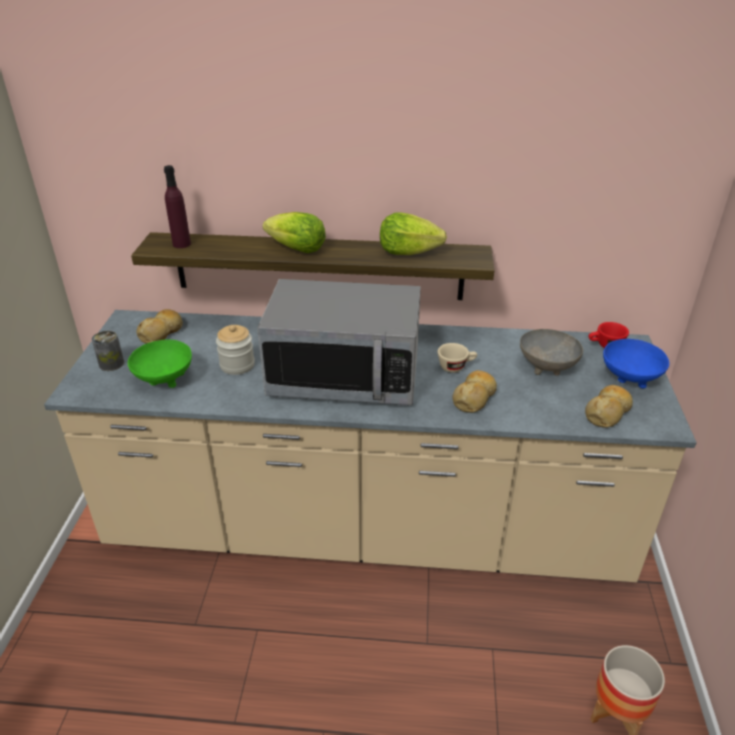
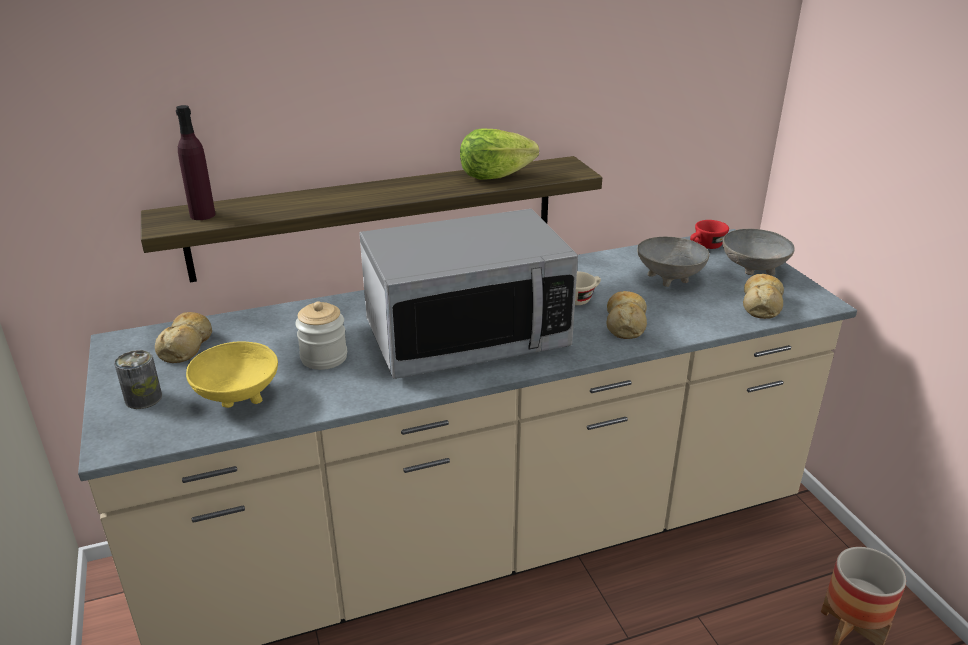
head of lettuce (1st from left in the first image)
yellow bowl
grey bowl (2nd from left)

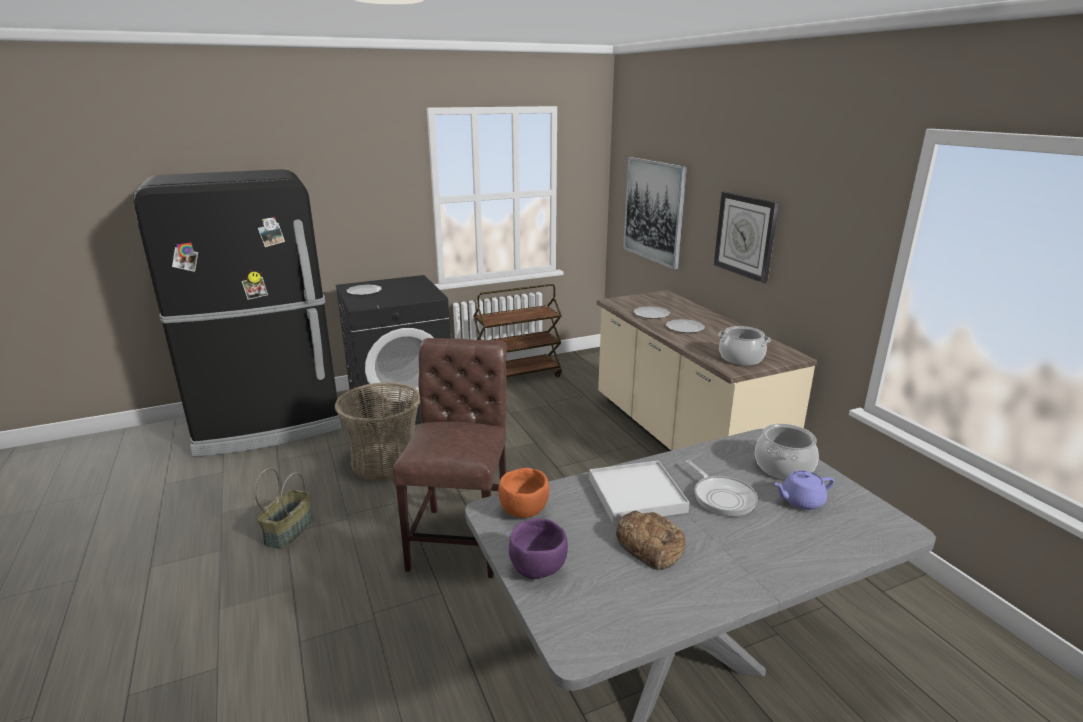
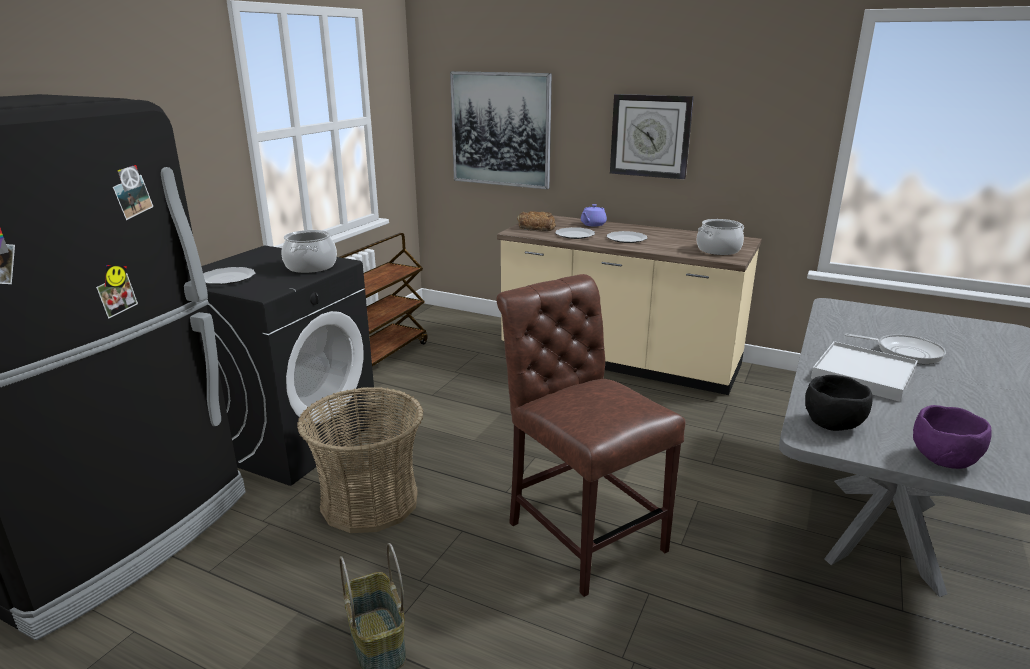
bakery bread
stockpot (1st from left)
purple-coloured teapot
black bowl

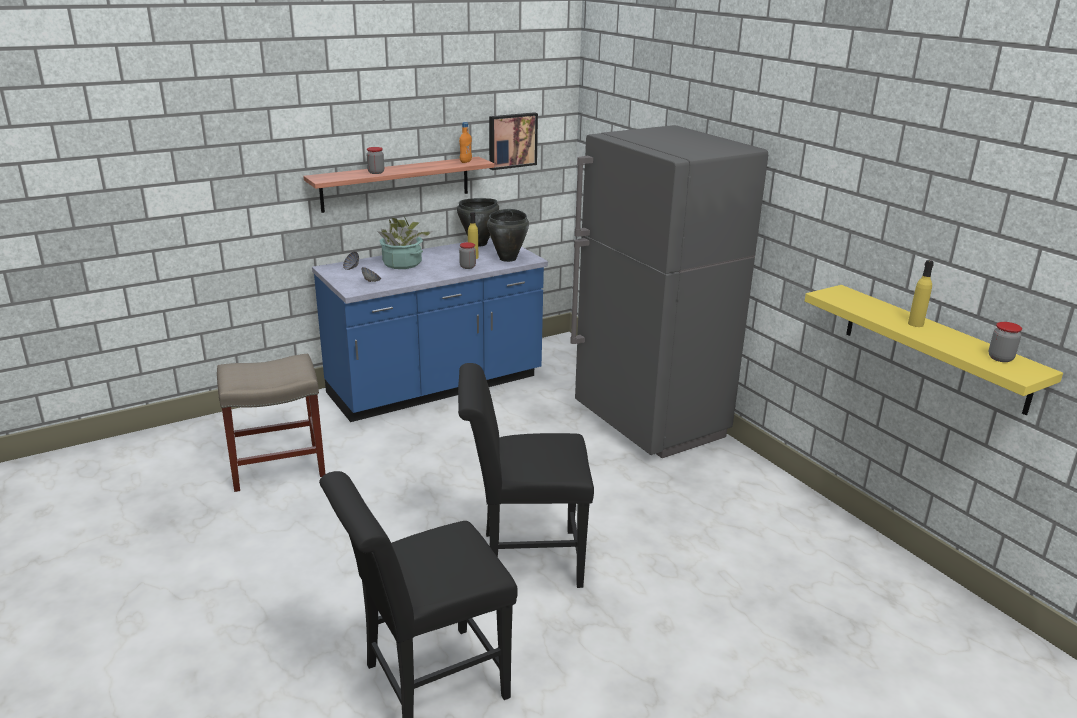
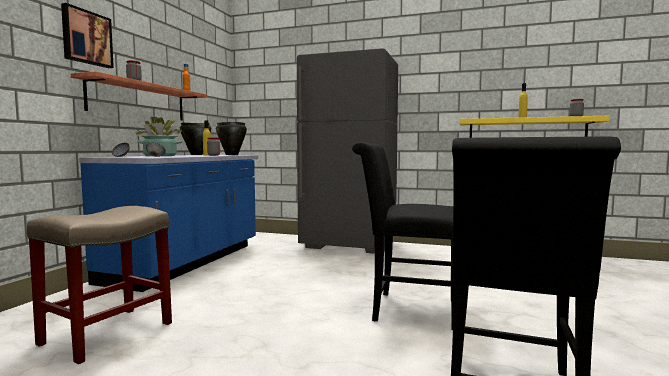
wall art
black plain chair (1st from left)

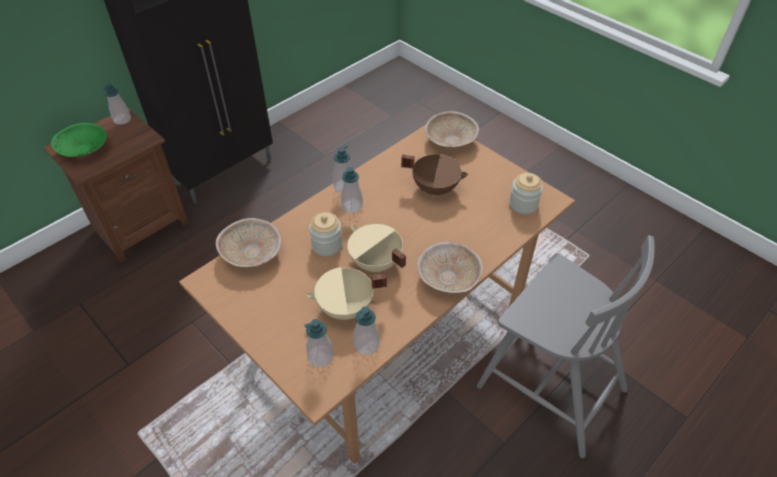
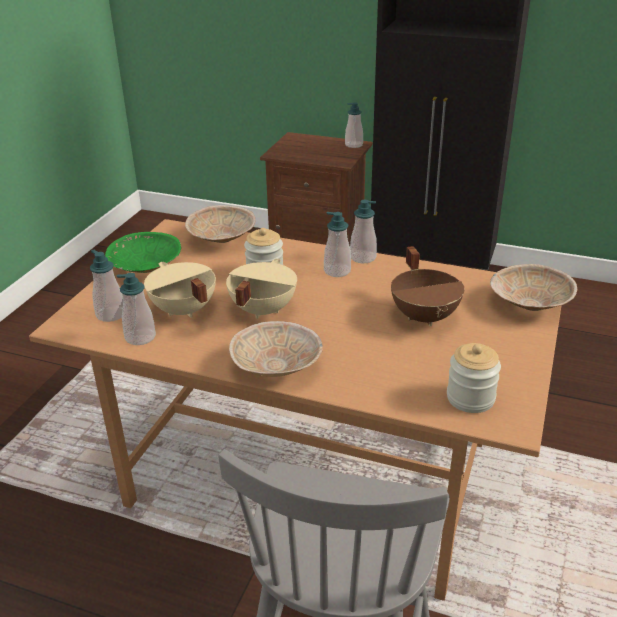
greenish bowl

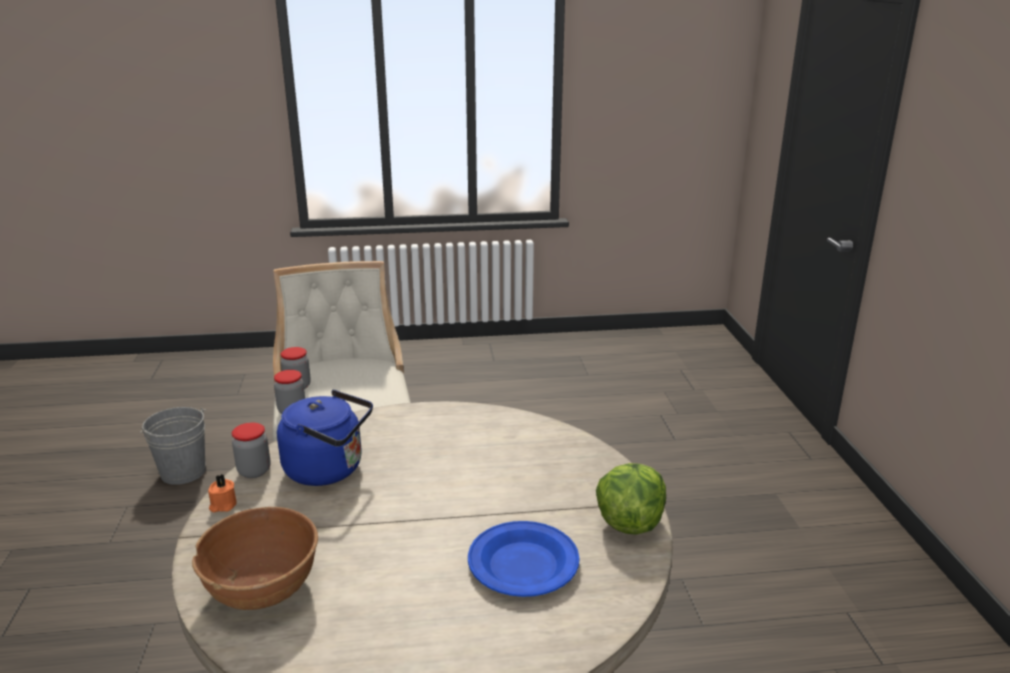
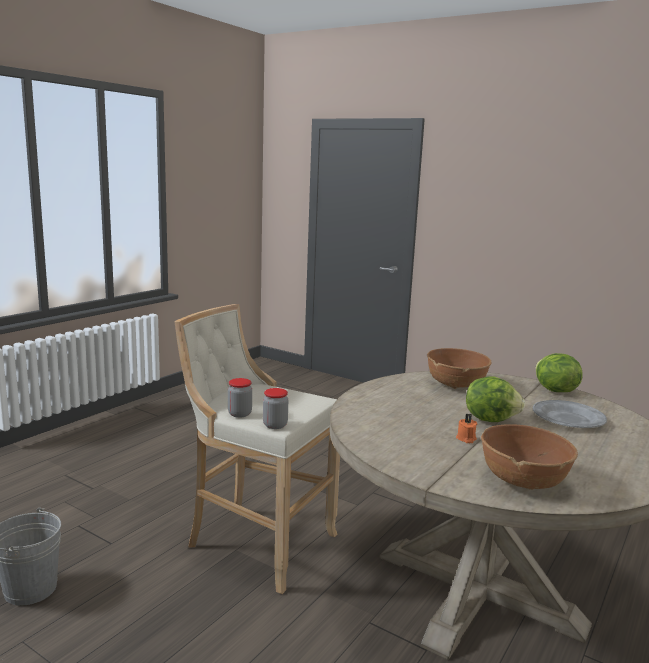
jar (1st from left in the first image)
blue water kettle
brown bowl (1st from left)
head of lettuce (1st from left)
orange candle
grey dinner plate

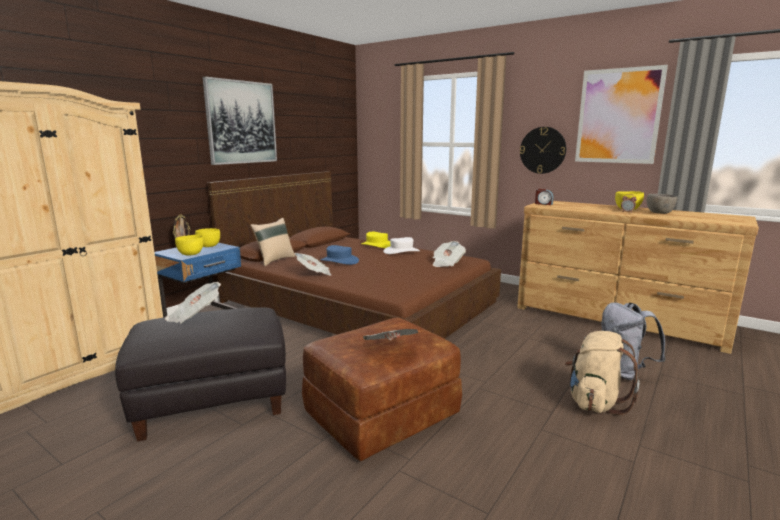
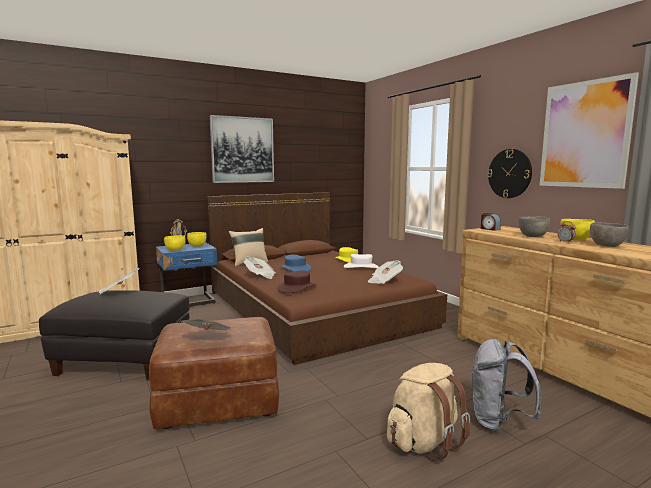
brown clothing hat
grey bowl (1st from left)

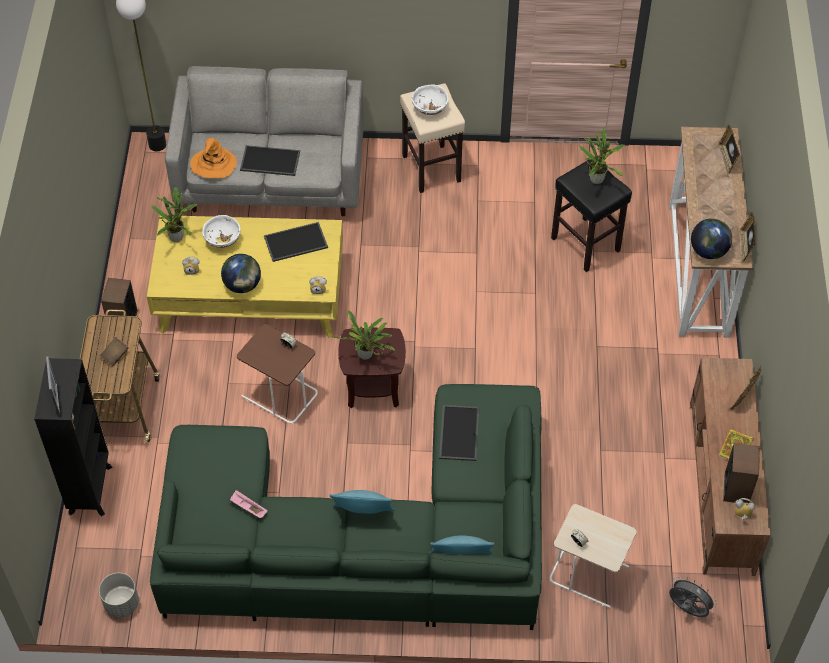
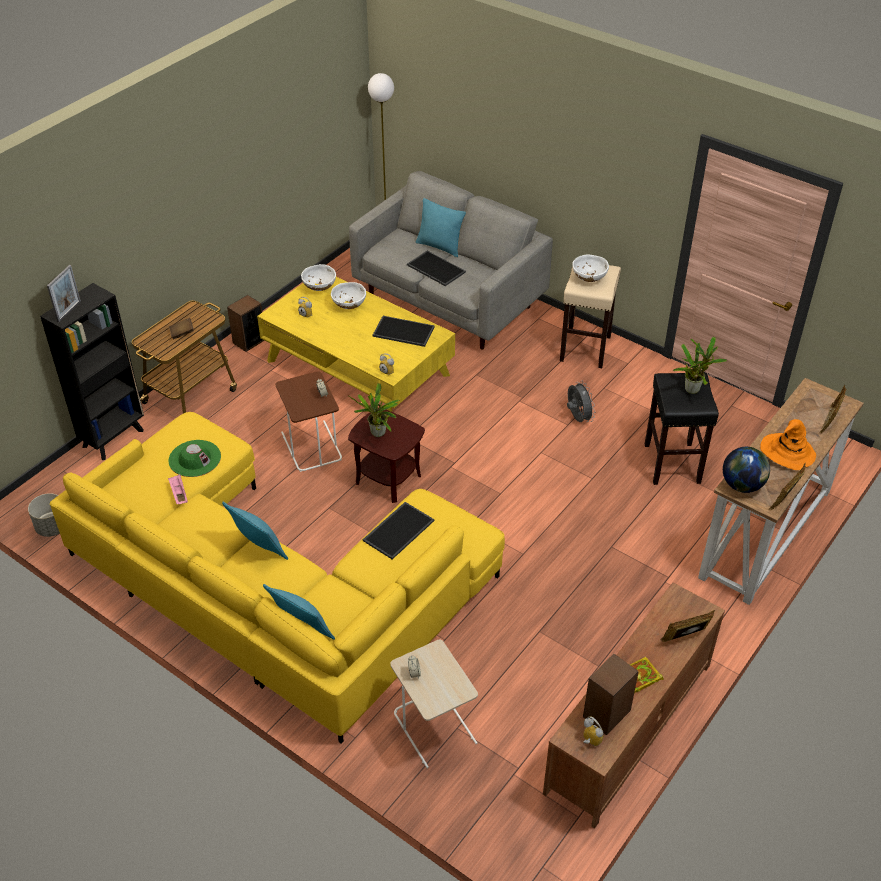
desk globe (1st from left in the first image)
greenish clothing hat
blue-green throw pillow (3rd from left)
orange clothing hat
grey cooling fan
white bowl (1st from left)
yellow couch

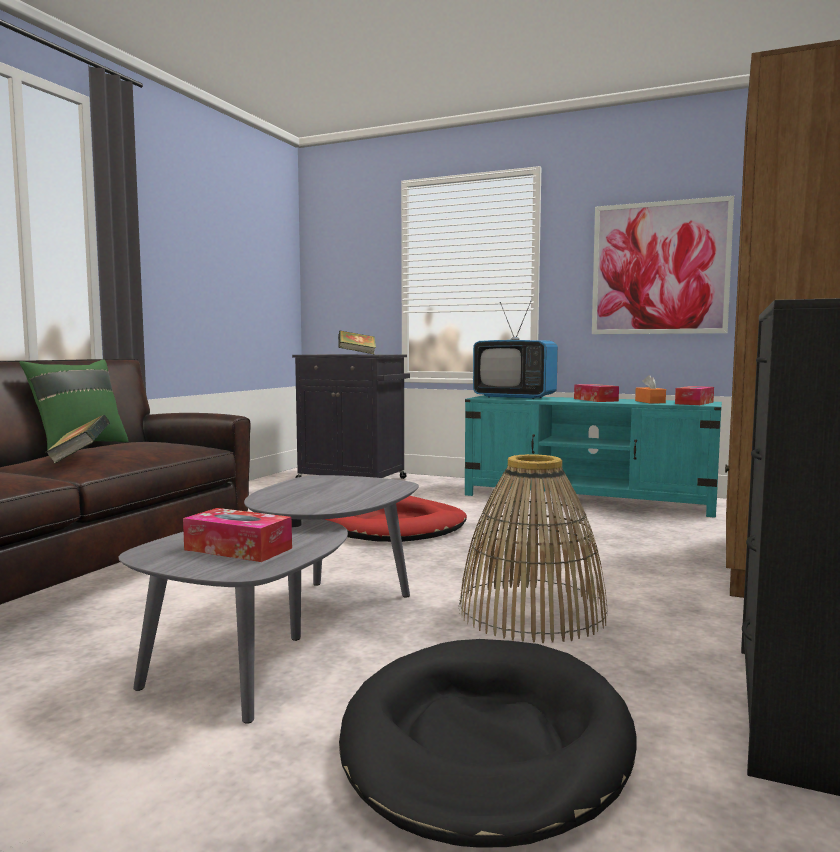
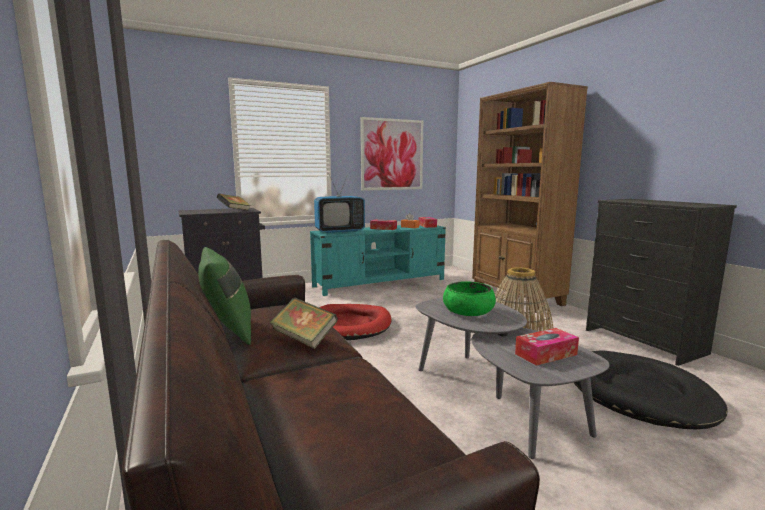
greenish bowl

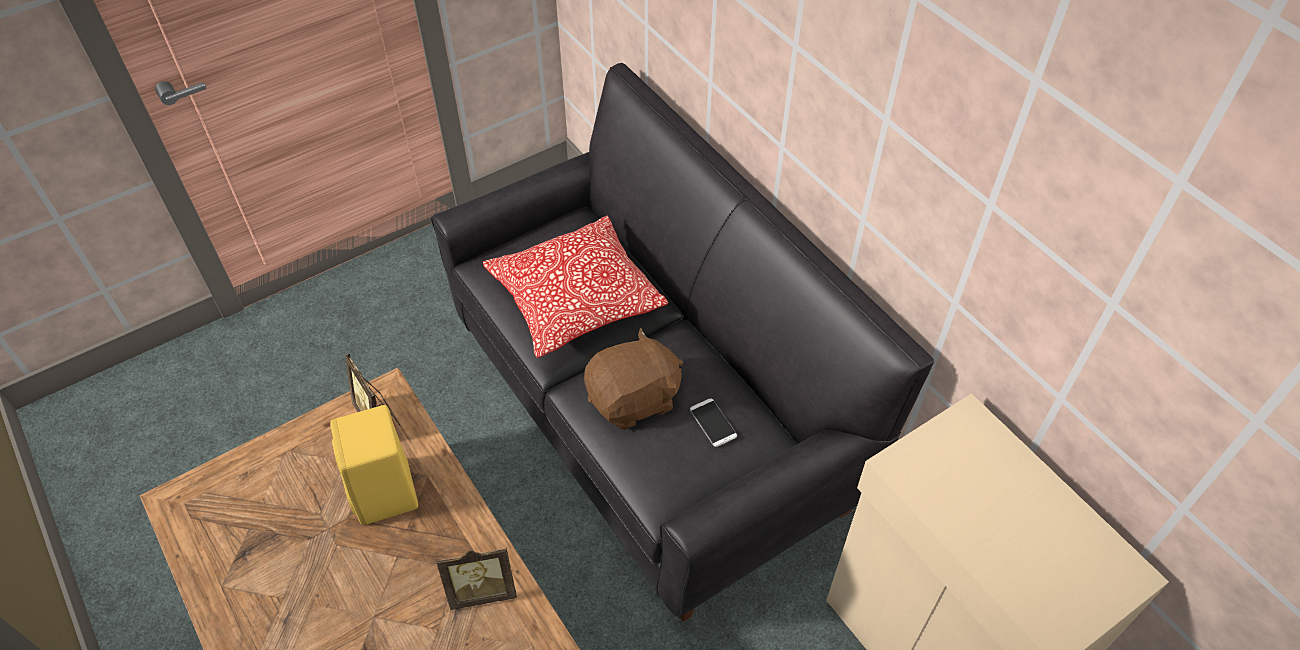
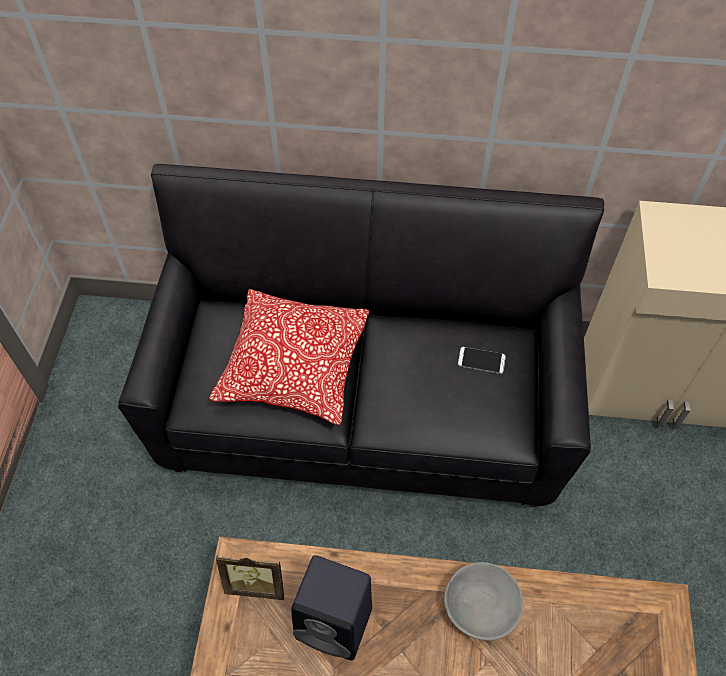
brown soft toy
grey bowl
black audio speaker

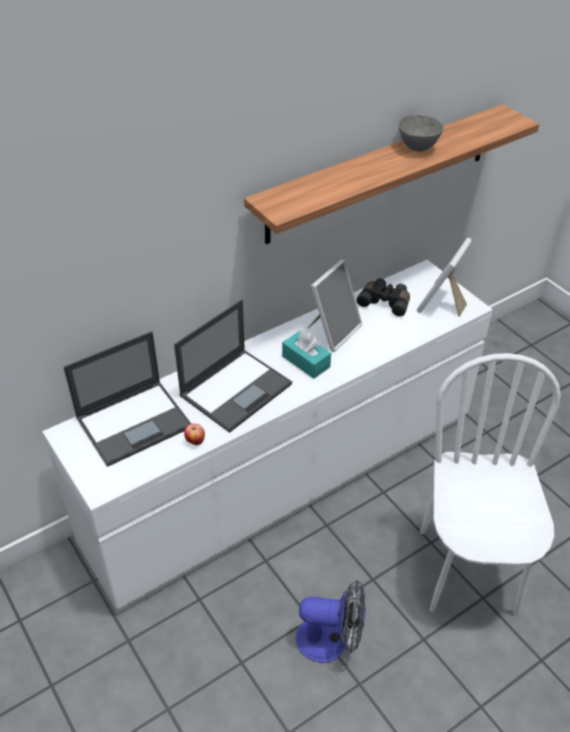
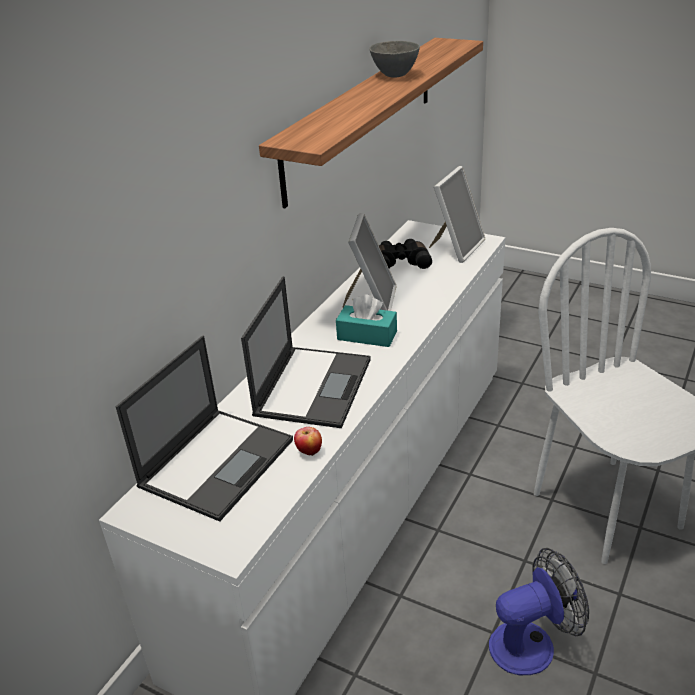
standing frame (2nd from left)

